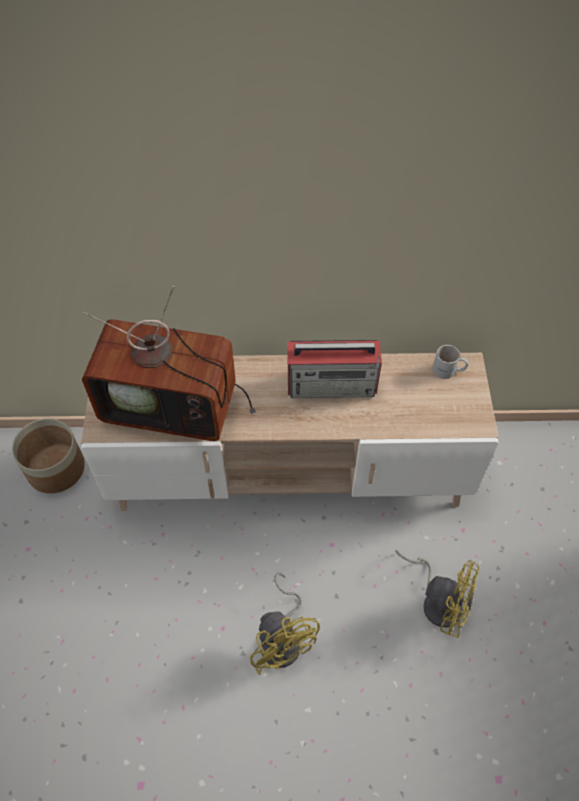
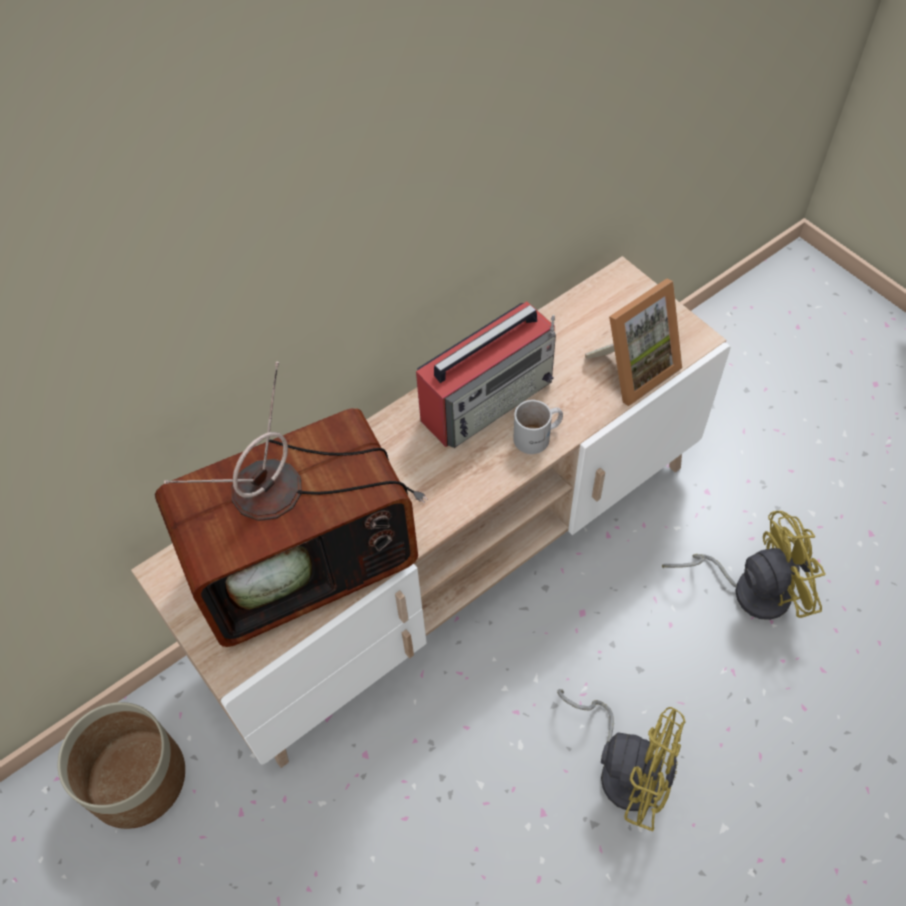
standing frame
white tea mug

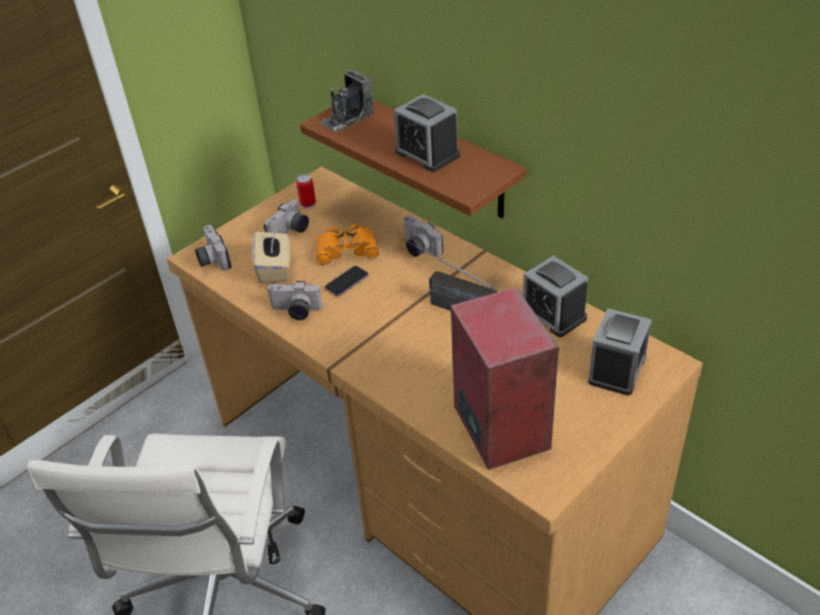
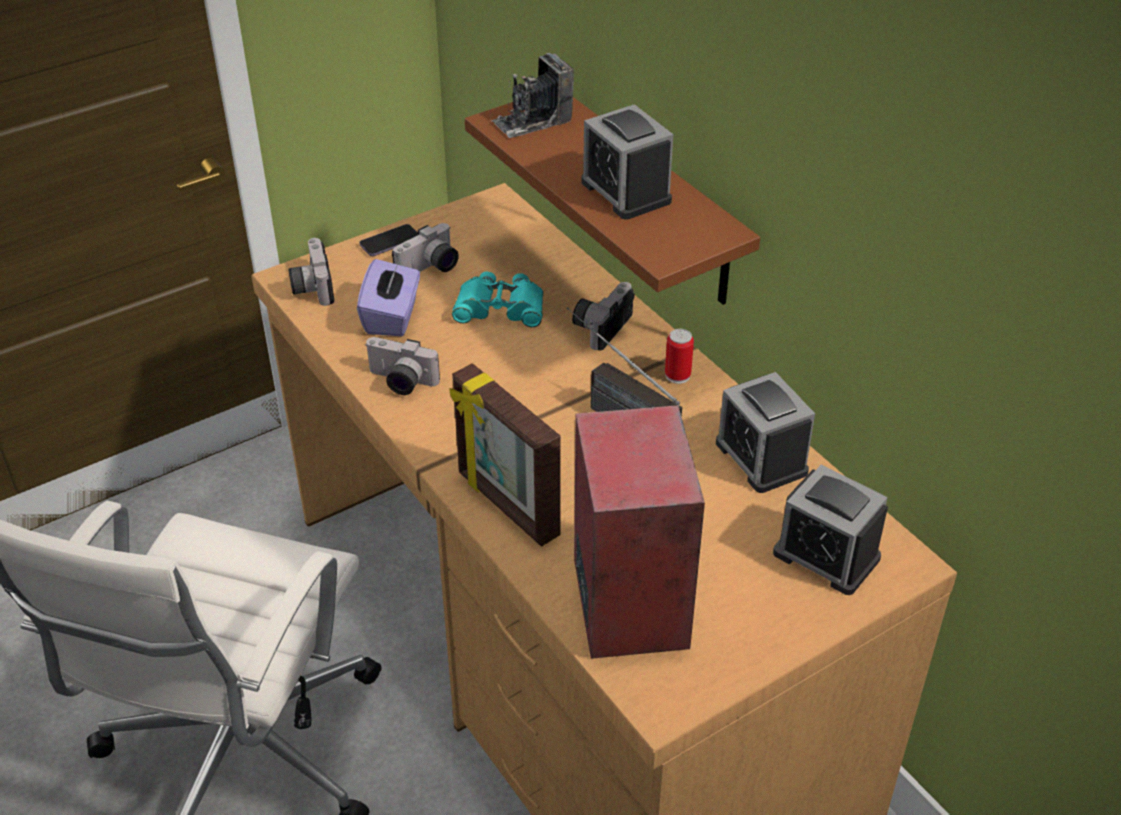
standing frame
sealed can
handset
purple-coloured box of tissues
blue-green field glasses
still camera (5th from left)
bedside clock (3rd from left)

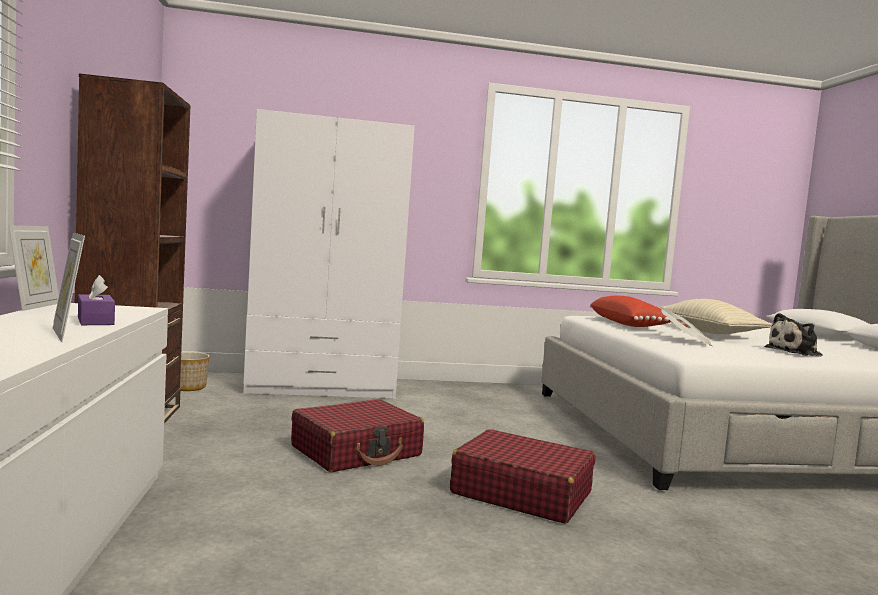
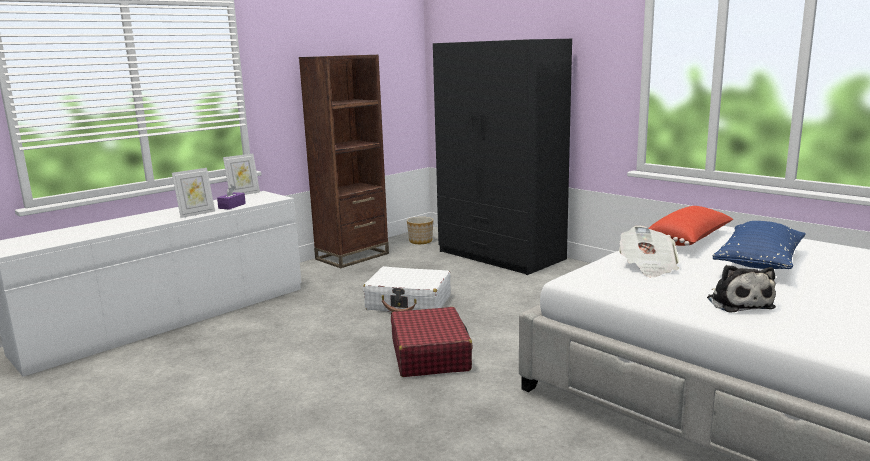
black wardrobe
white suitcase
blue throw pillow
standing frame (1st from left)
soft toy

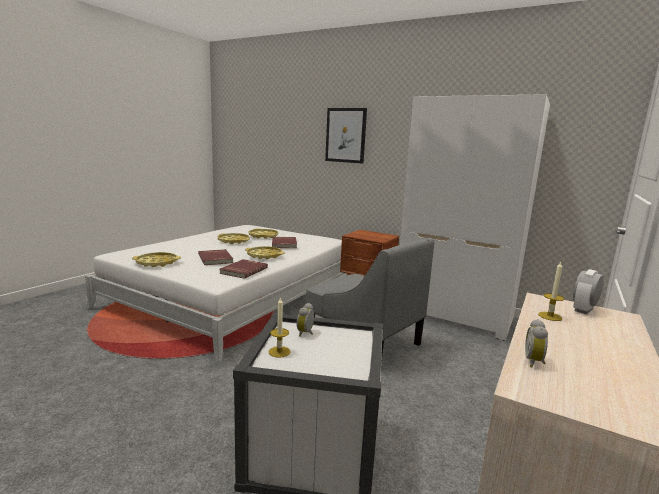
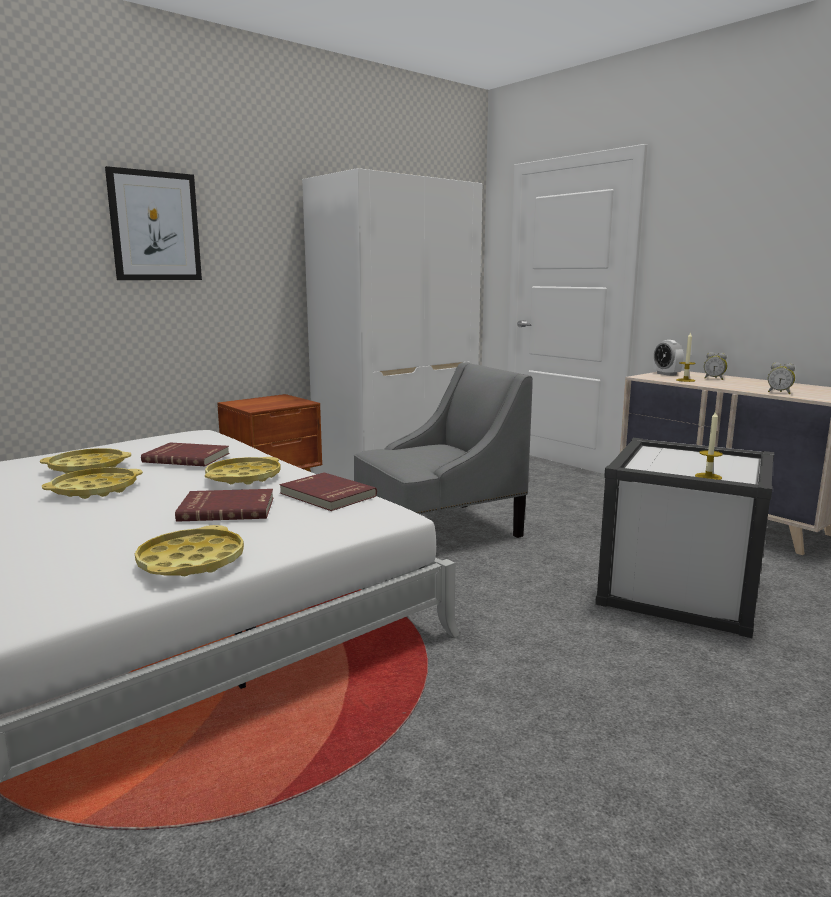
bedside clock (2nd from left)

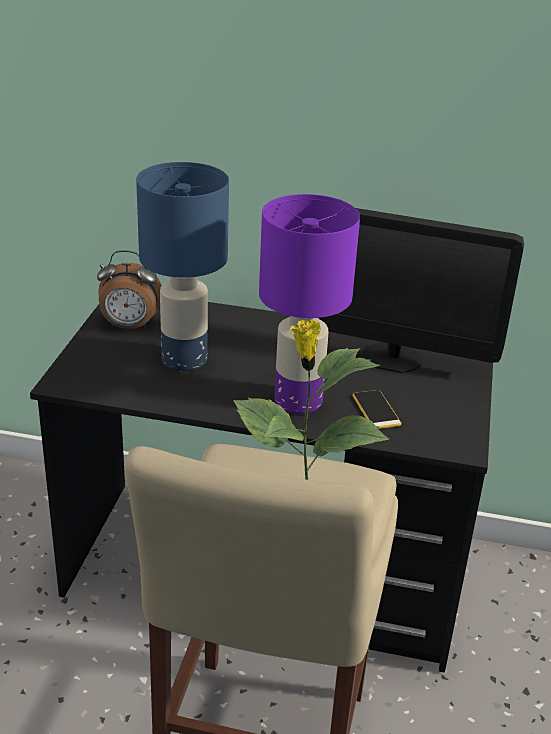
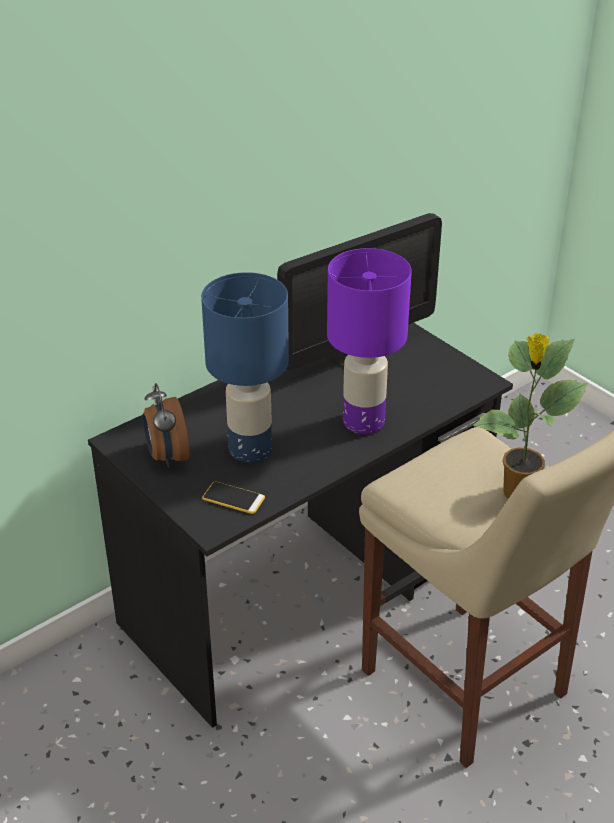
handset
bedside clock

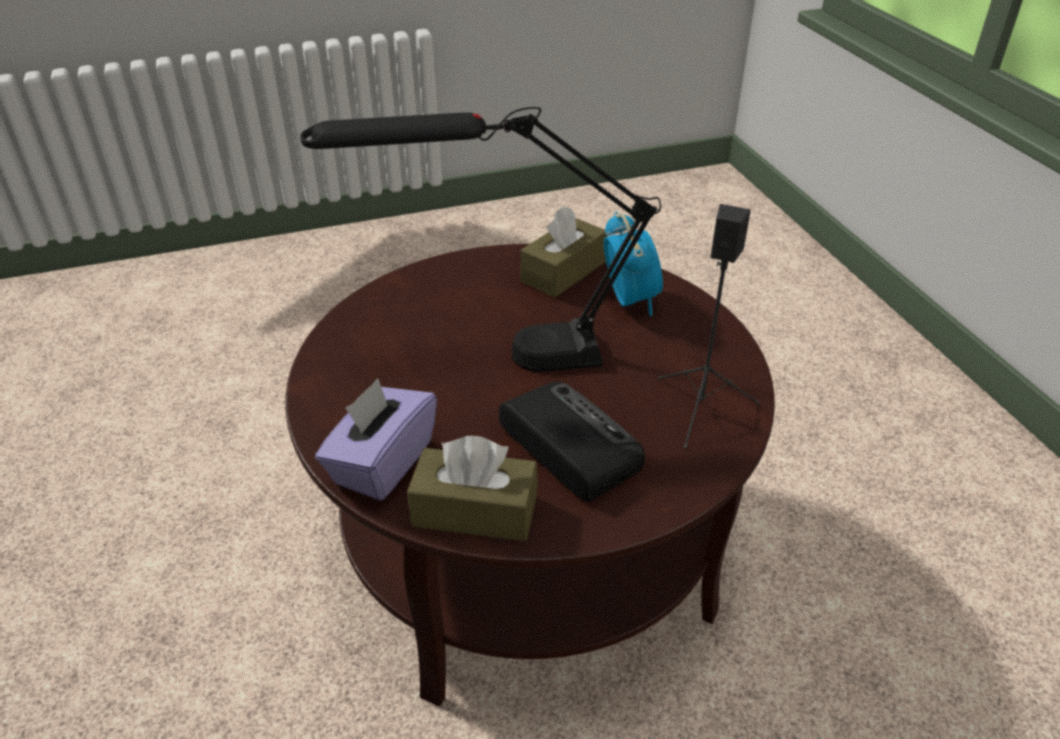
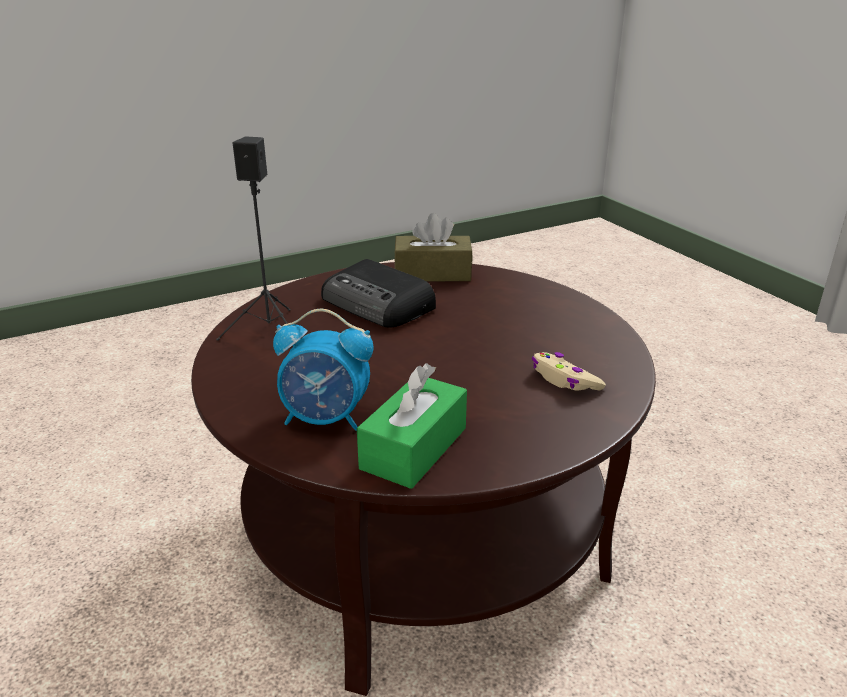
black table lamp
purple-coloured box of tissues
beige game controller
greenish box of tissues
bedside clock

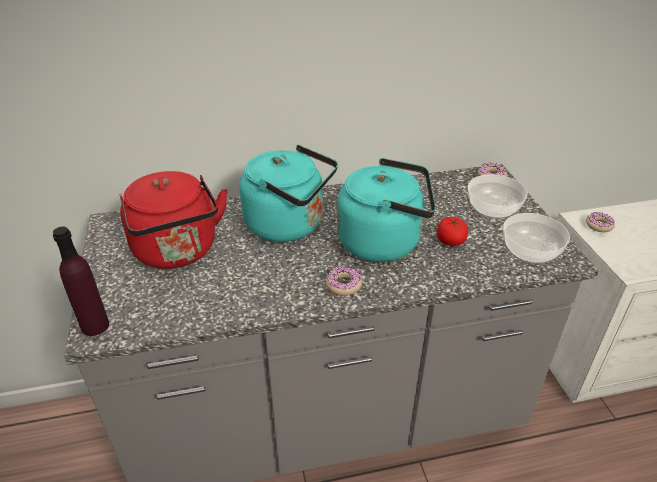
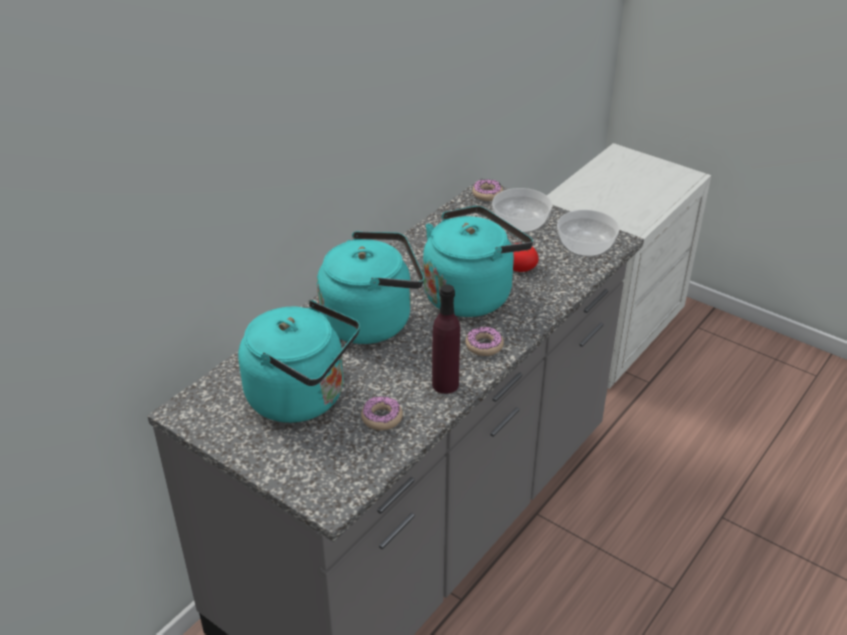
purple-coloured drink bottle
ring doughnut (1st from left)
blue-green water kettle (1st from left)

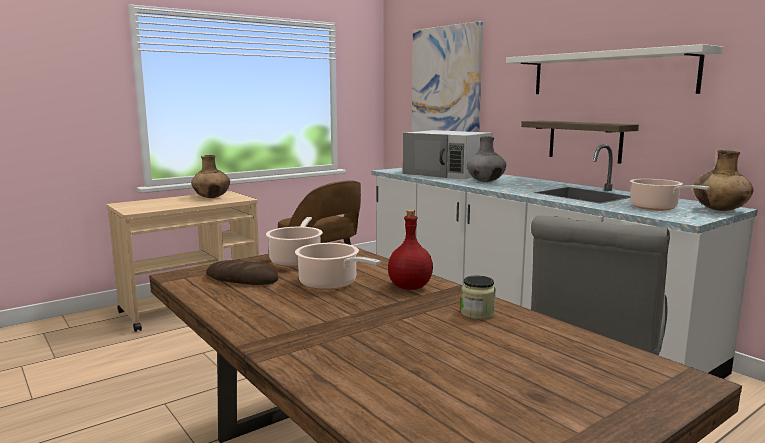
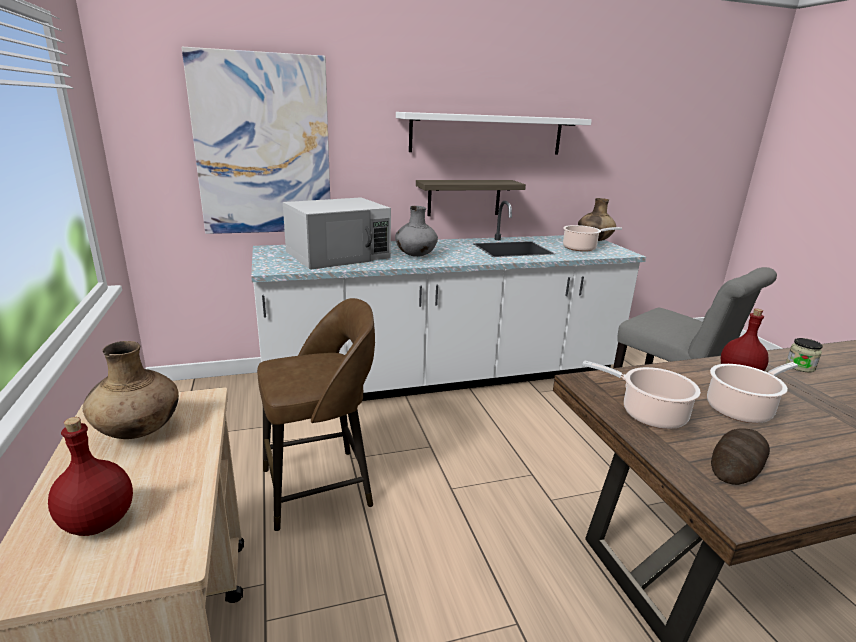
red drink bottle (1st from left)

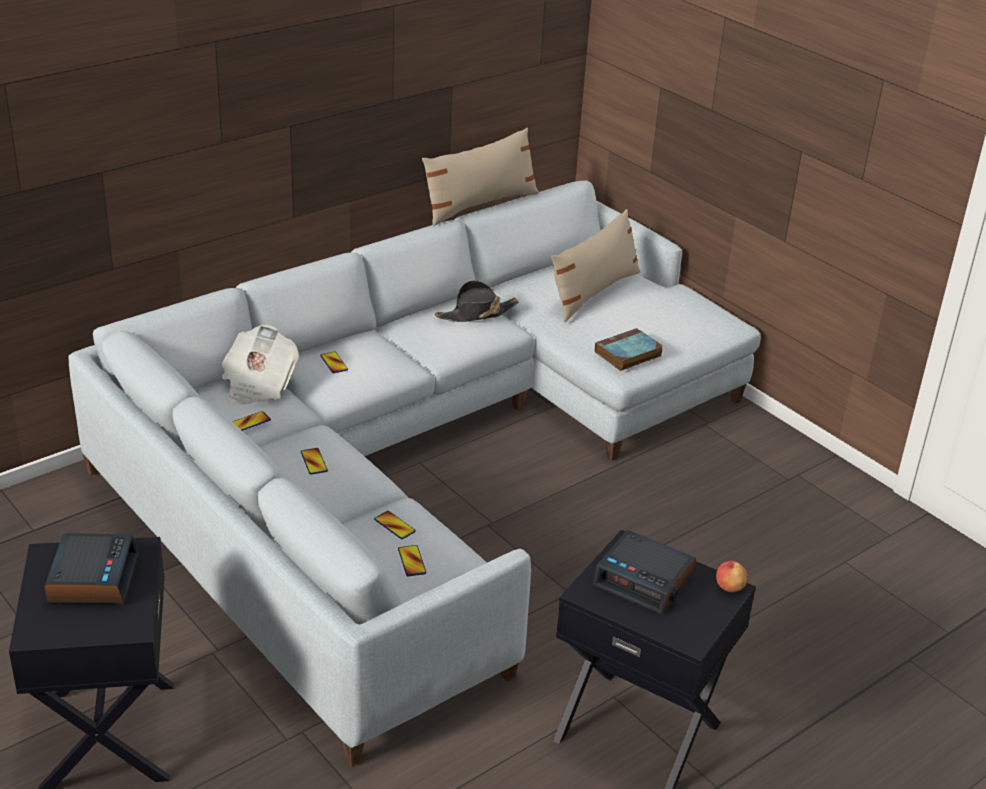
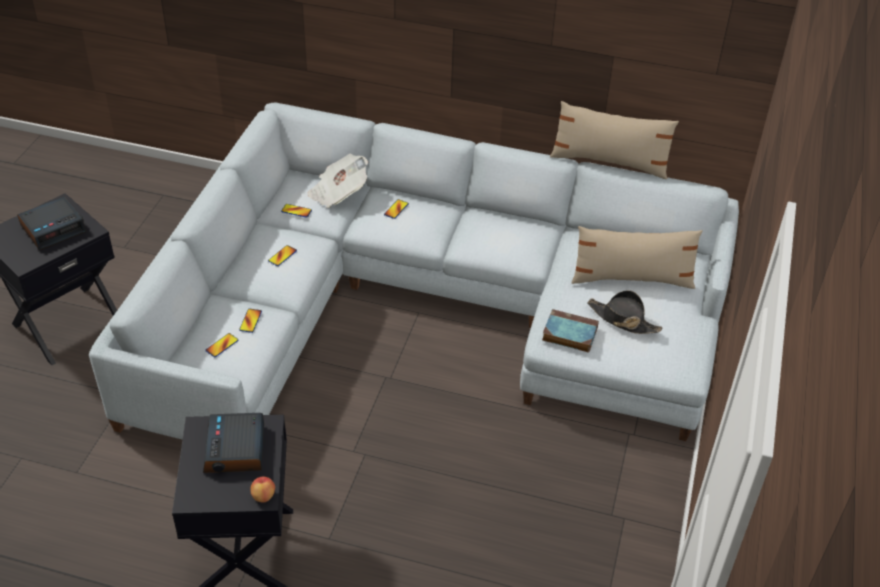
black clothing hat

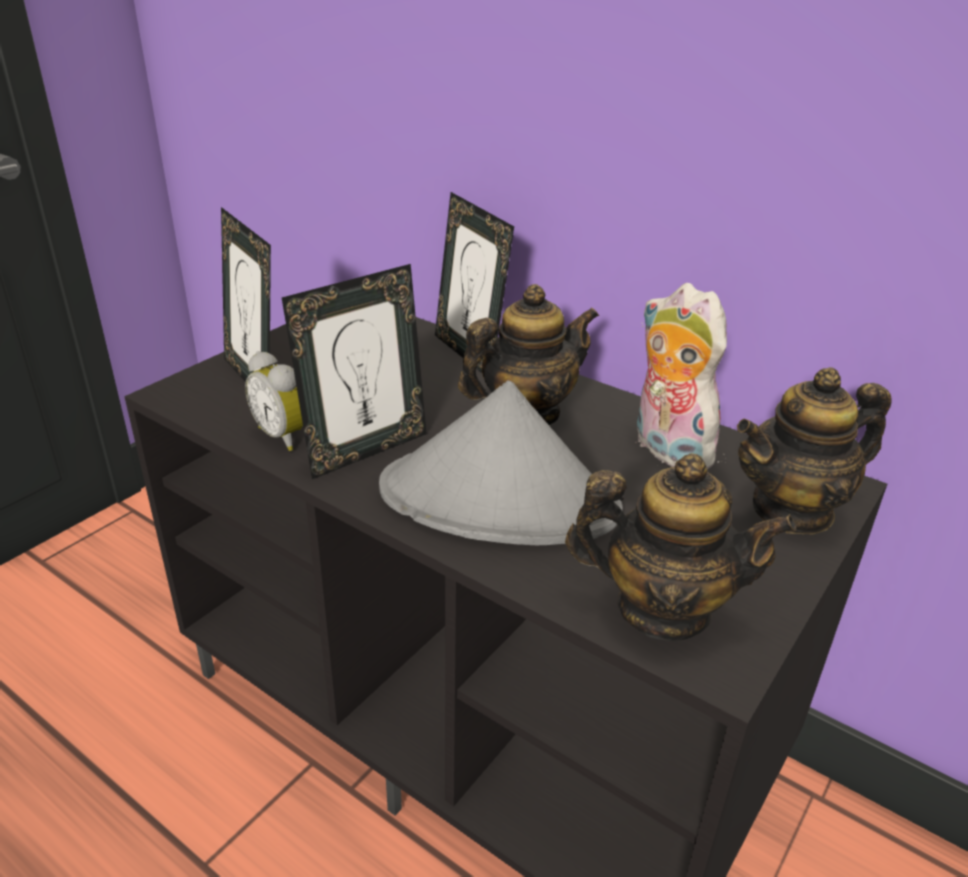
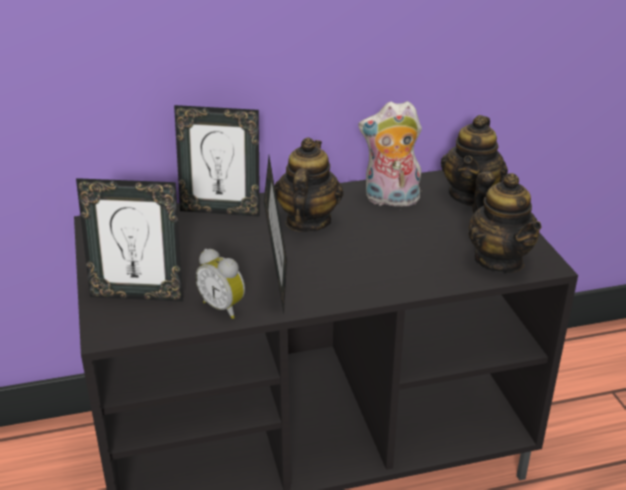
grey clothing hat
bedside clock
teapot (3rd from left)

